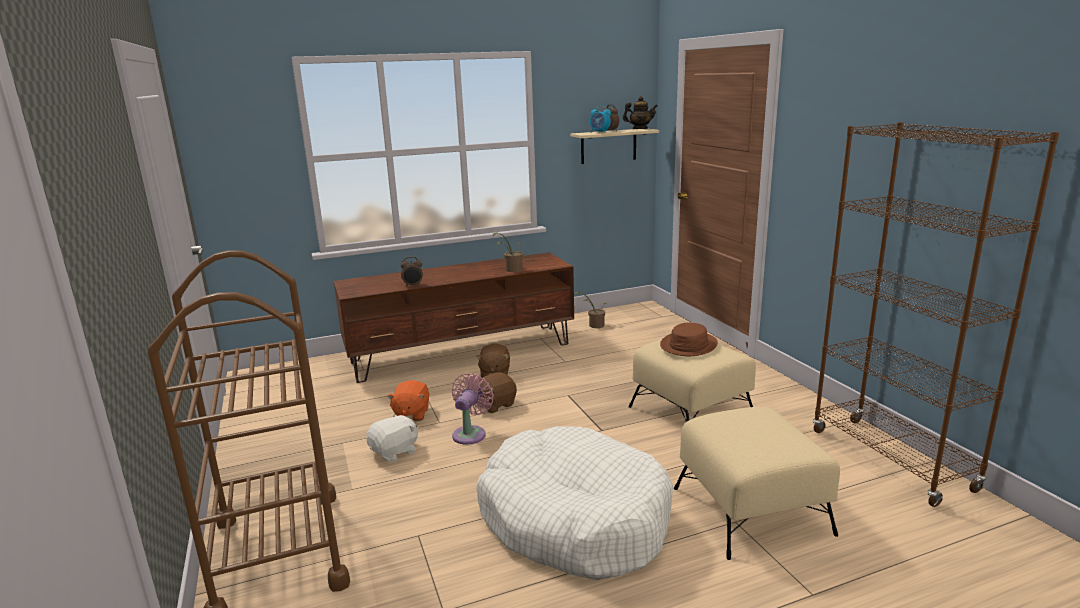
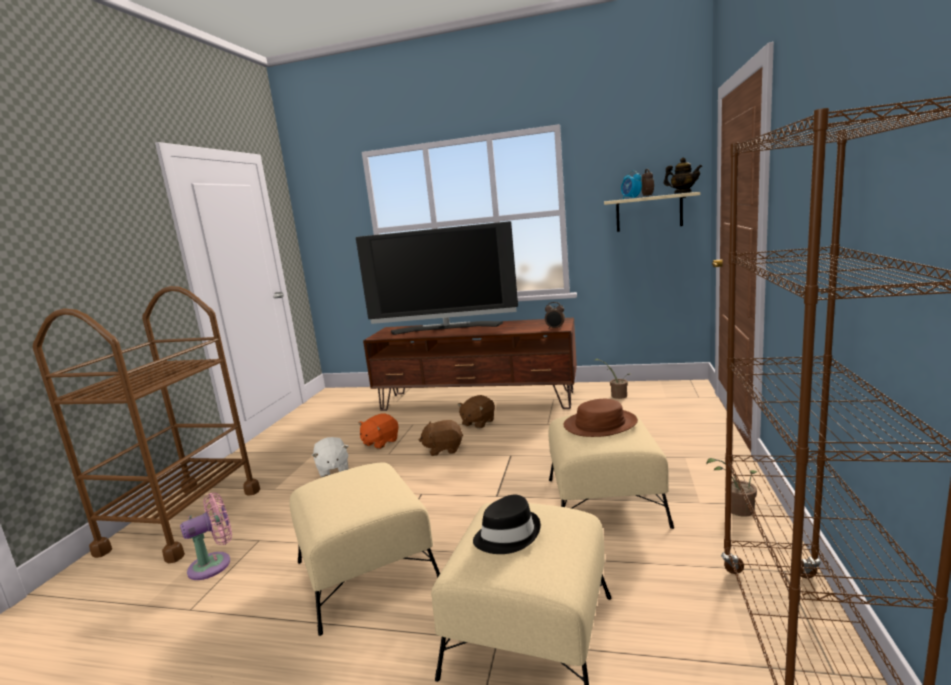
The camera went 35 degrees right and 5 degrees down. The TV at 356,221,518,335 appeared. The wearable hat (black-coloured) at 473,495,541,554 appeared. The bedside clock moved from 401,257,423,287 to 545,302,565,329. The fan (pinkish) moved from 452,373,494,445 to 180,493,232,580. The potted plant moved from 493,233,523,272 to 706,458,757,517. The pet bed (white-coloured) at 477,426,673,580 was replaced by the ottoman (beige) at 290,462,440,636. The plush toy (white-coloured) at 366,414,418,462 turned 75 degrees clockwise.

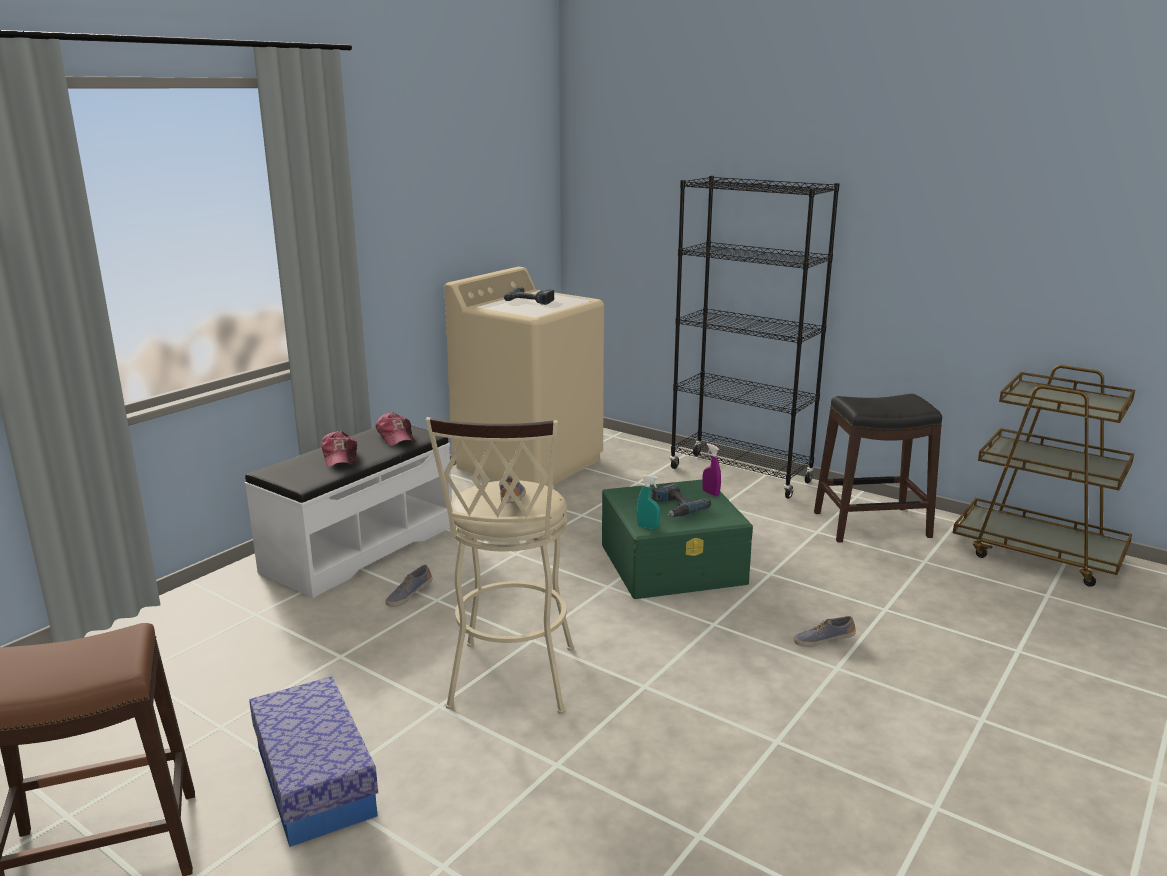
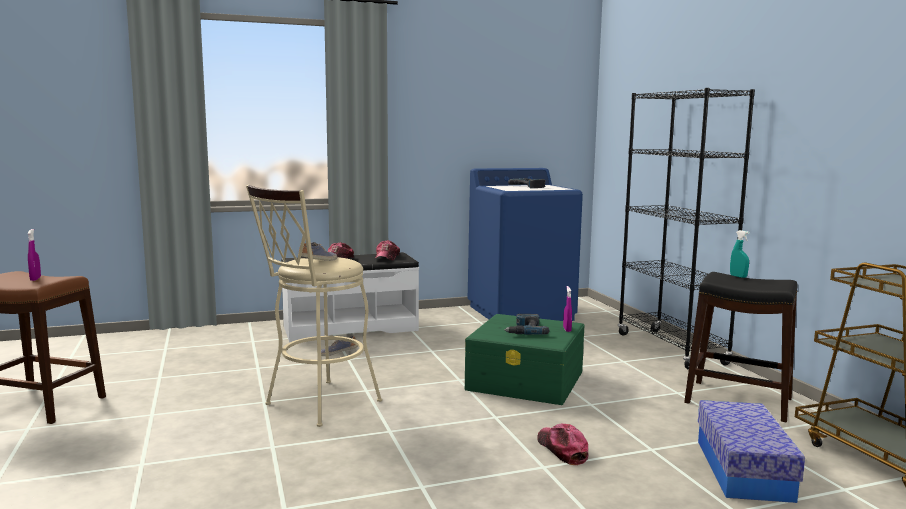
The camera went 35 degrees right and 10 degrees down. The sprayer (purple) at 27,229,41,281 appeared. The storage bin moved from 249,677,378,847 to 698,400,805,503. The sprayer (turquoise) moved from 637,475,660,529 to 730,230,750,278. The shoe at 794,616,856,647 was replaced by the peaked cap at 537,424,588,465. The laundry appliance (beige) at 444,267,604,486 became the laundry appliance (bluish) at 468,168,583,321.

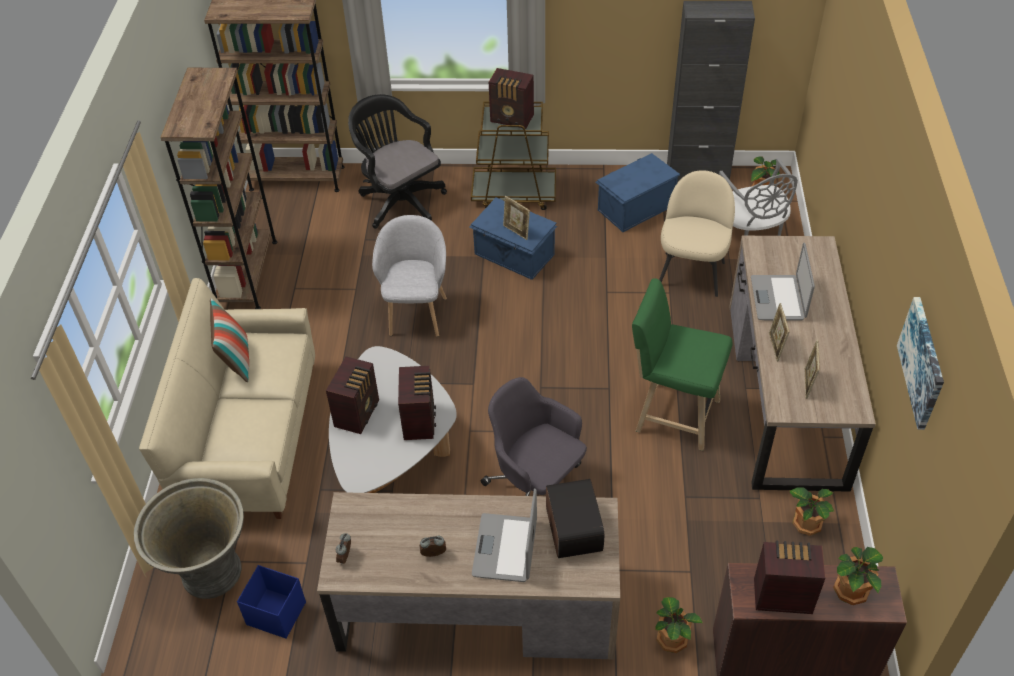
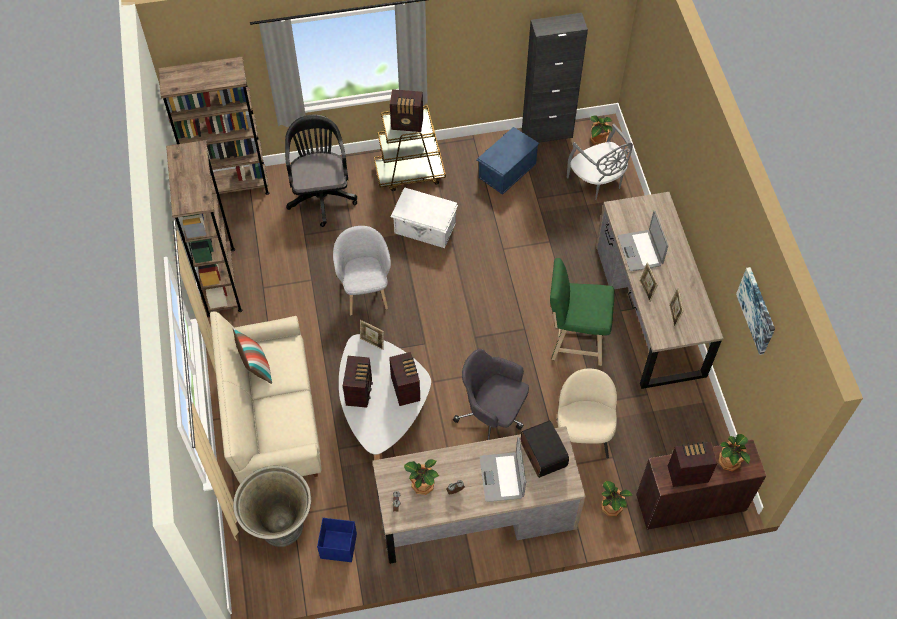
The camera went 15 degrees left and 10 degrees up. The picture frame moved from 503,196,530,240 to 360,320,384,350. The plain chair (beige) moved from 659,170,735,297 to 556,369,617,459. The potted plant moved from 790,487,834,536 to 404,459,439,495. The storage bin (bluish) at 469,197,557,280 became the storage bin (white-coloured) at 391,187,458,248. The desk chair (black-coloured) at 348,94,447,229 turned 45 degrees clockwise.

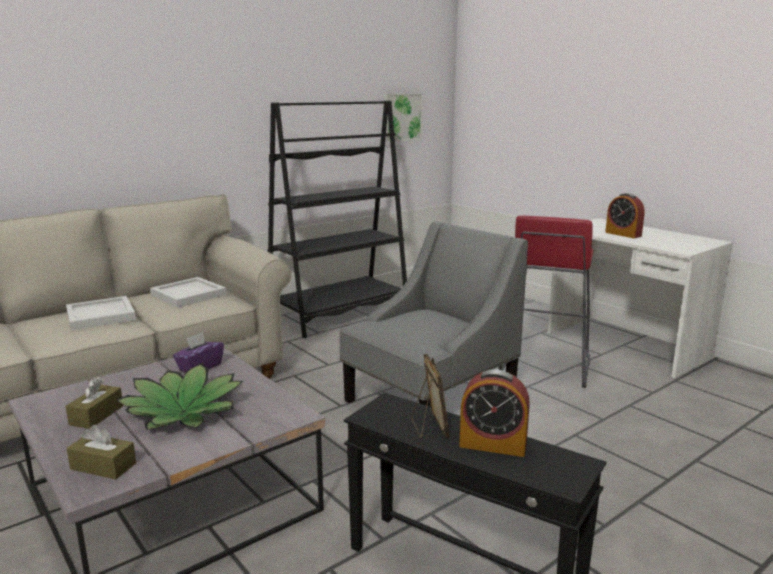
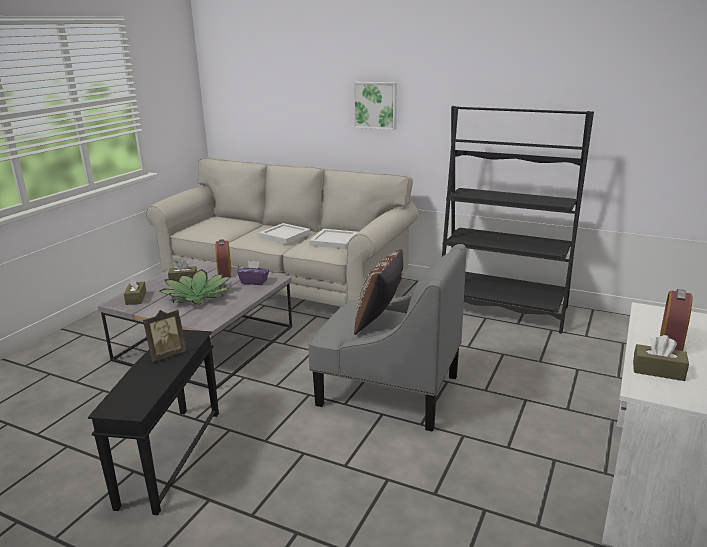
The camera went 65 degrees right and 5 degrees up. The stool seat (red) at 498,215,594,388 disappeared. The throw pillow (brownish) at 354,249,403,335 appeared. The tissue holder (brownish) at 633,335,689,381 appeared. The picture moved from 384,93,423,142 to 353,82,397,130. The bedside clock moved from 459,369,530,457 to 215,239,231,278.

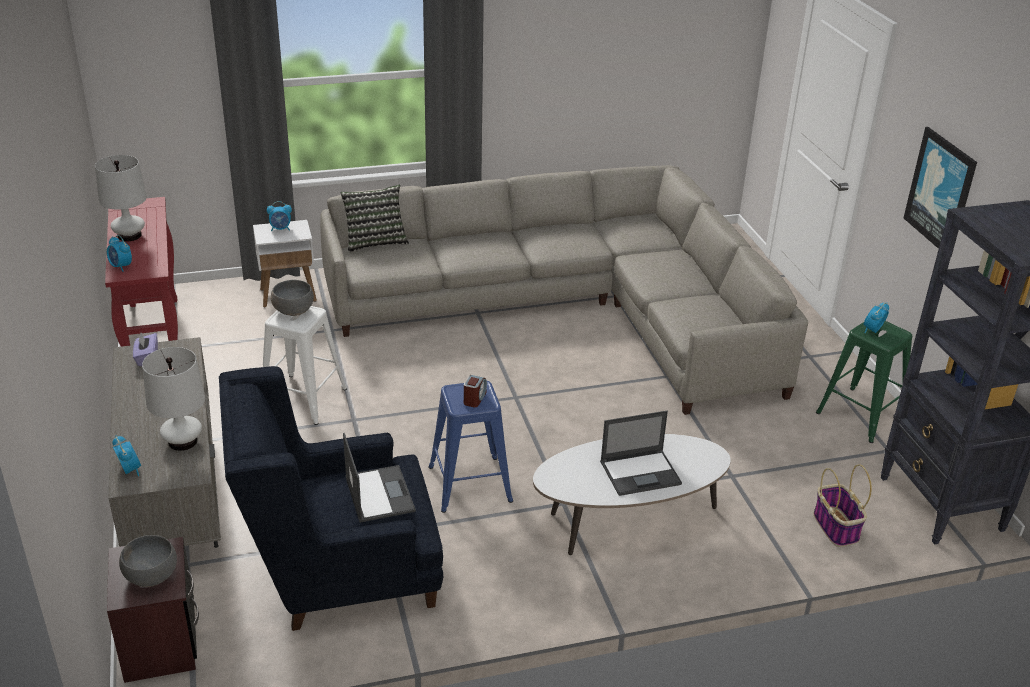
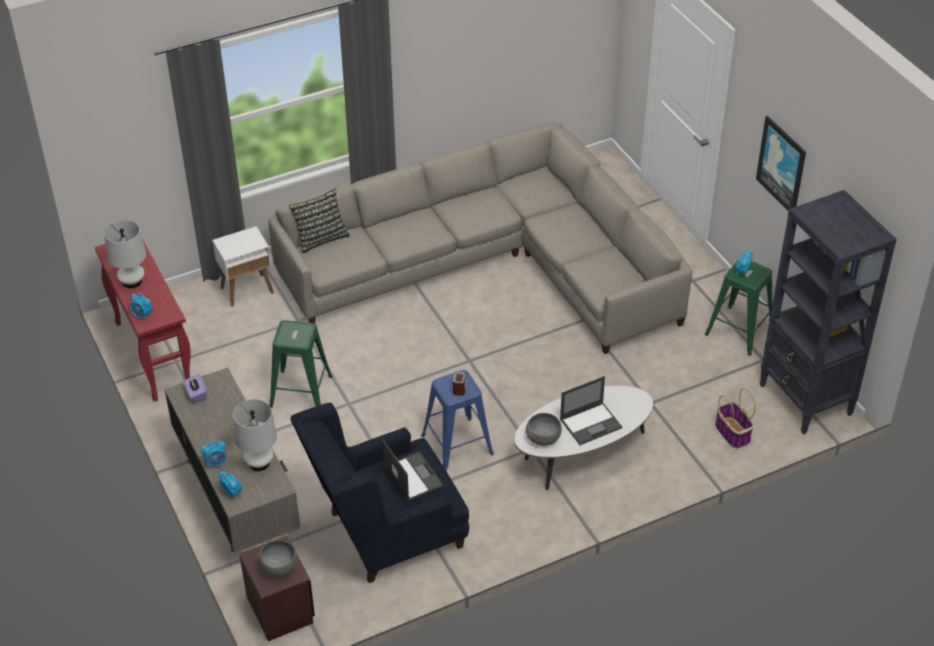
The camera went 10 degrees left and 10 degrees up. The bedside clock moved from 267,201,292,232 to 201,440,226,468. The serving bowl (greyish) moved from 271,280,314,316 to 526,413,562,446. The stool seat (white-coloured) at 263,306,347,425 became the stool seat (green-coloured) at 269,320,333,409.

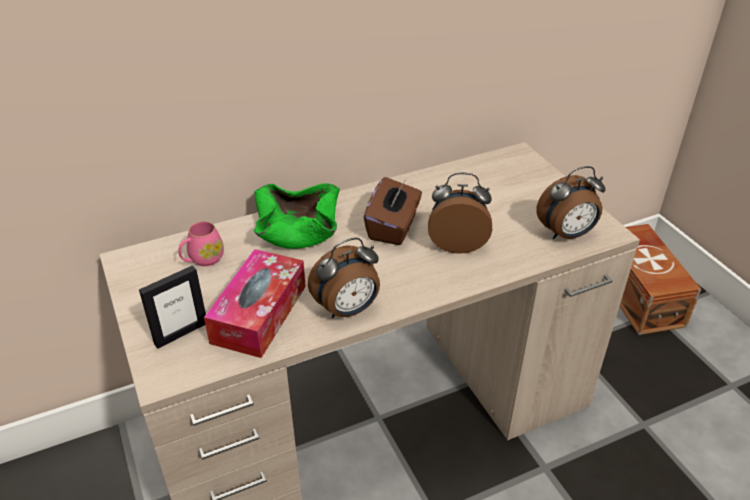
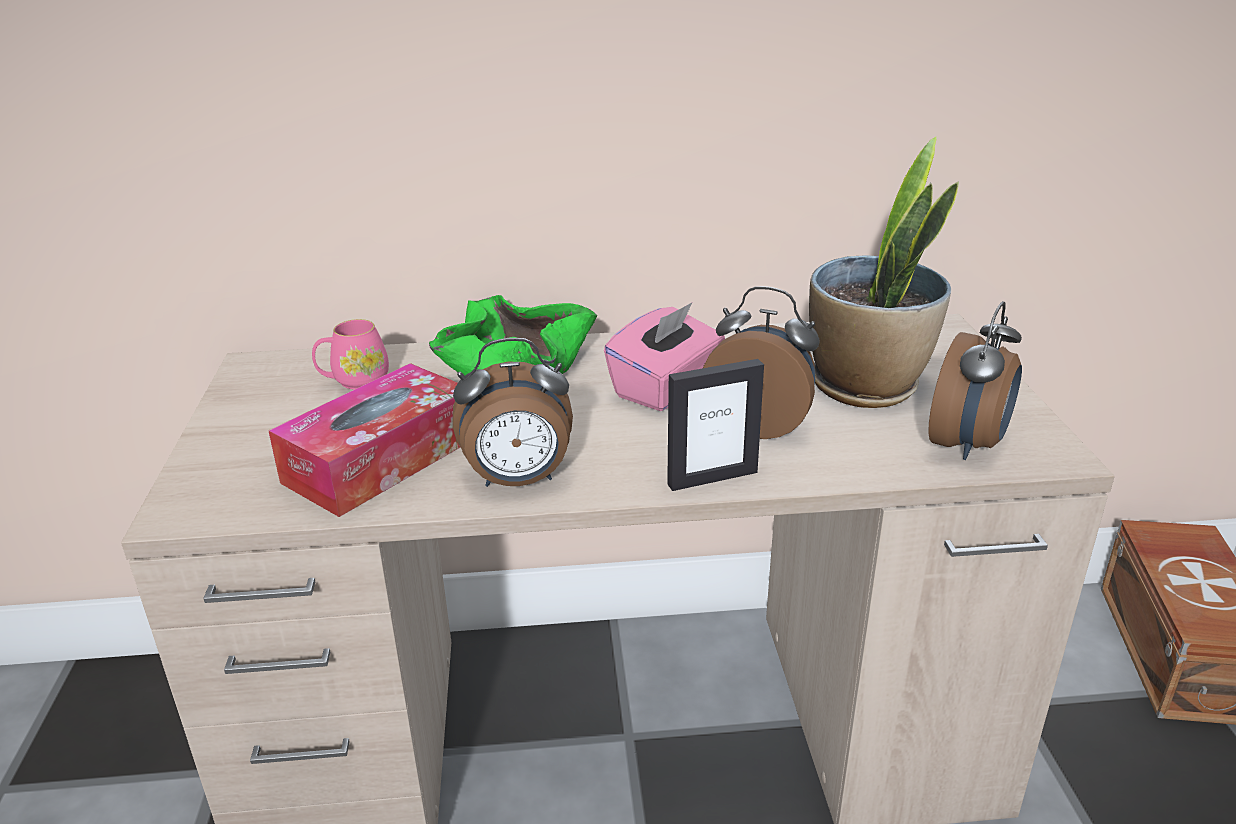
The camera went 20 degrees right and 10 degrees down. The potted plant at 809,137,959,408 appeared. The picture frame moved from 139,265,206,349 to 667,359,764,491. The tissue holder (brownish) at 364,177,422,245 became the tissue holder (pinkish) at 604,302,725,411. The bedside clock at 536,166,606,239 turned 60 degrees counterclockwise.

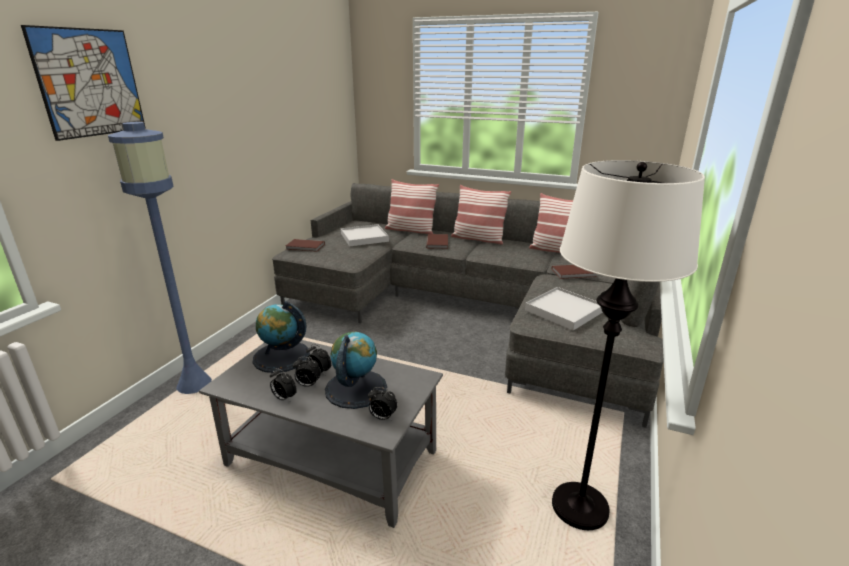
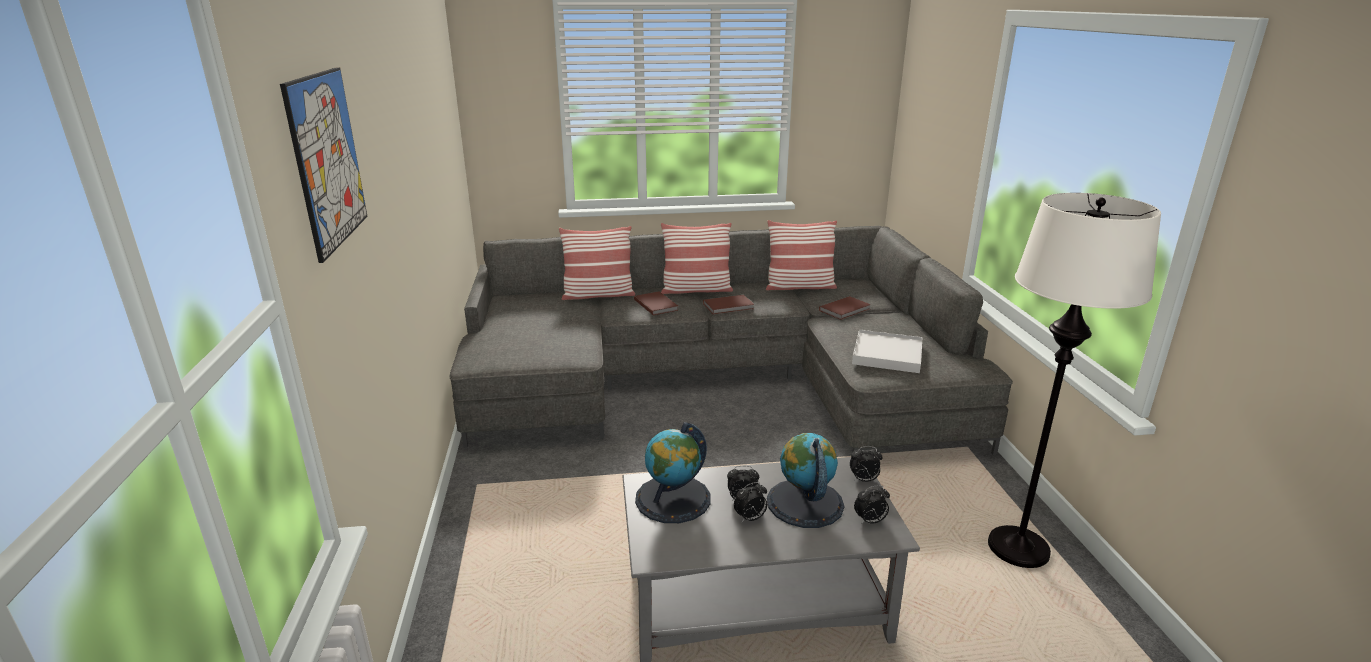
The camera went 30 degrees left and 0 degrees up. The floor lamp (bluish) at 108,122,212,394 disappeared. The serving tray (white-coloured) at 341,224,389,246 disappeared. The bedside clock moved from 270,368,297,402 to 850,446,883,482. The book (brownish) moved from 286,239,325,252 to 703,295,754,314.

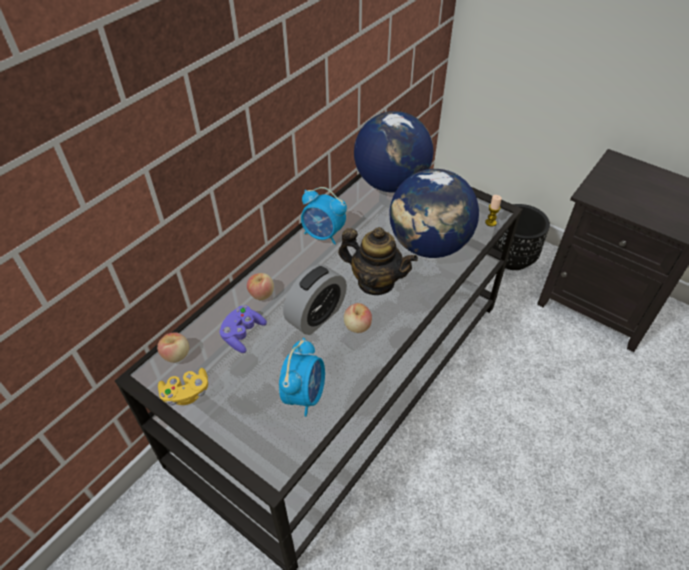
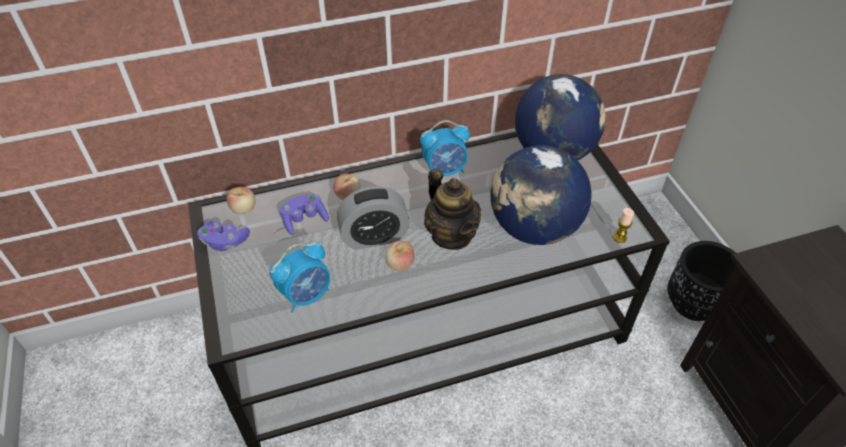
The camera went 35 degrees right and 0 degrees up. The gamepad (yellowish) at 158,368,208,406 became the gamepad (purple) at 197,221,250,251. The bedside clock at 301,187,347,244 turned 75 degrees counterclockwise.

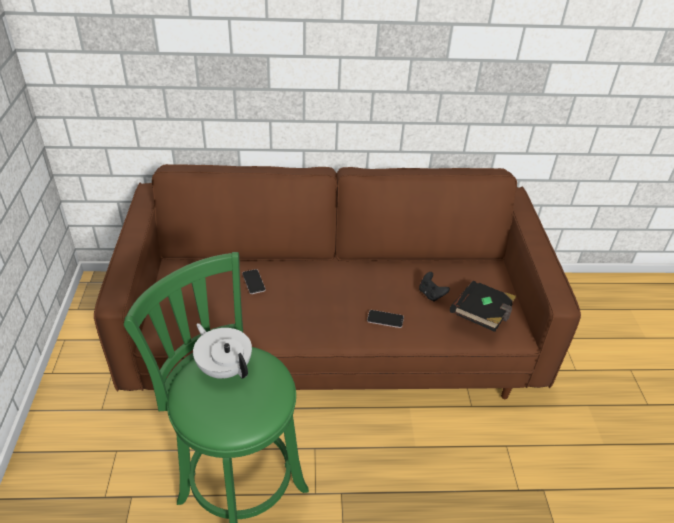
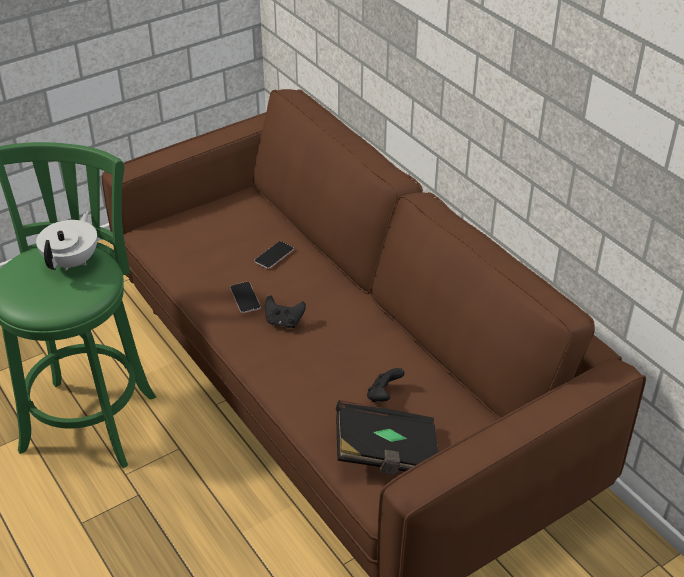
The camera went 60 degrees right and 0 degrees up. The gamepad (black-coloured) at 265,296,306,328 appeared. The handset moved from 367,310,404,328 to 230,282,261,313.

